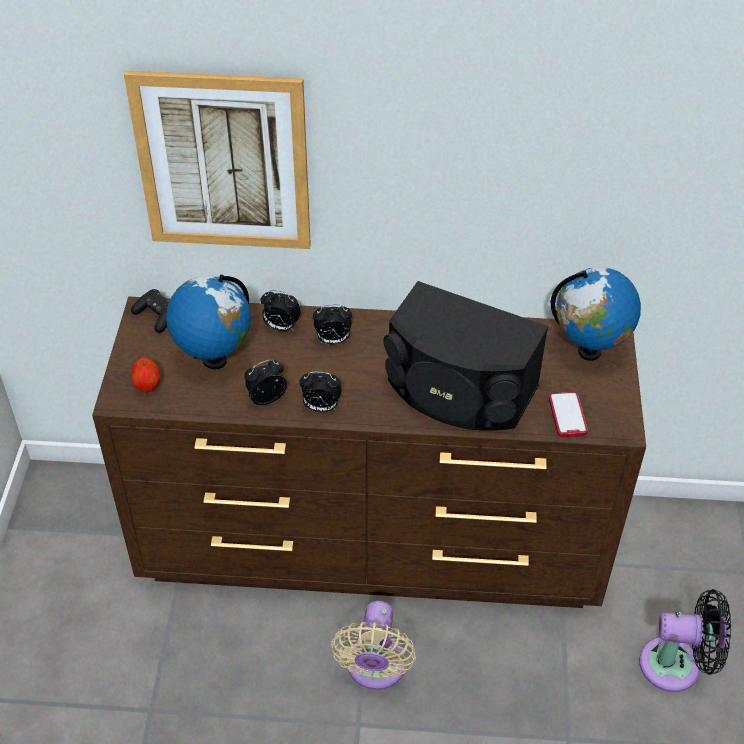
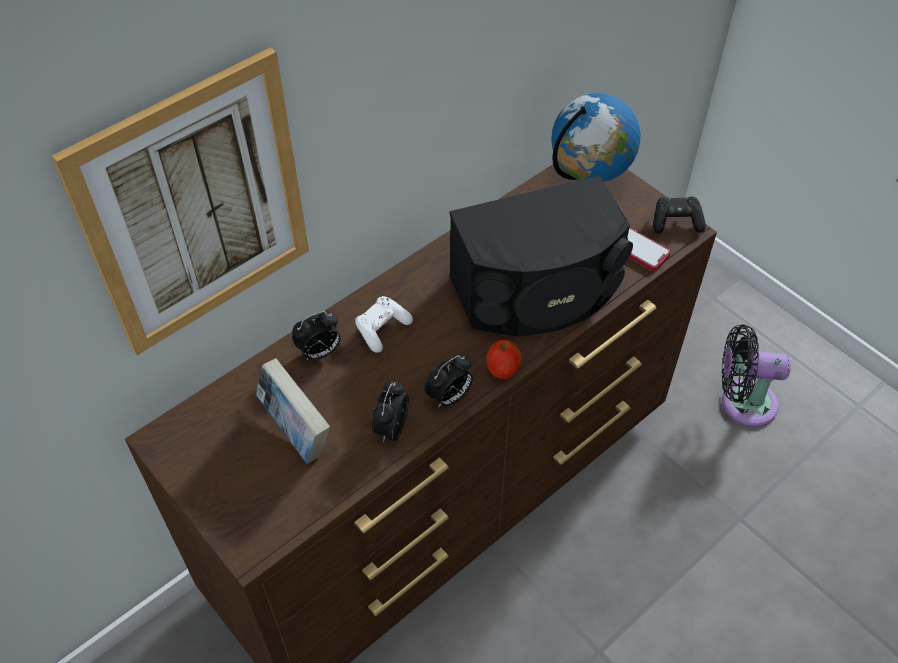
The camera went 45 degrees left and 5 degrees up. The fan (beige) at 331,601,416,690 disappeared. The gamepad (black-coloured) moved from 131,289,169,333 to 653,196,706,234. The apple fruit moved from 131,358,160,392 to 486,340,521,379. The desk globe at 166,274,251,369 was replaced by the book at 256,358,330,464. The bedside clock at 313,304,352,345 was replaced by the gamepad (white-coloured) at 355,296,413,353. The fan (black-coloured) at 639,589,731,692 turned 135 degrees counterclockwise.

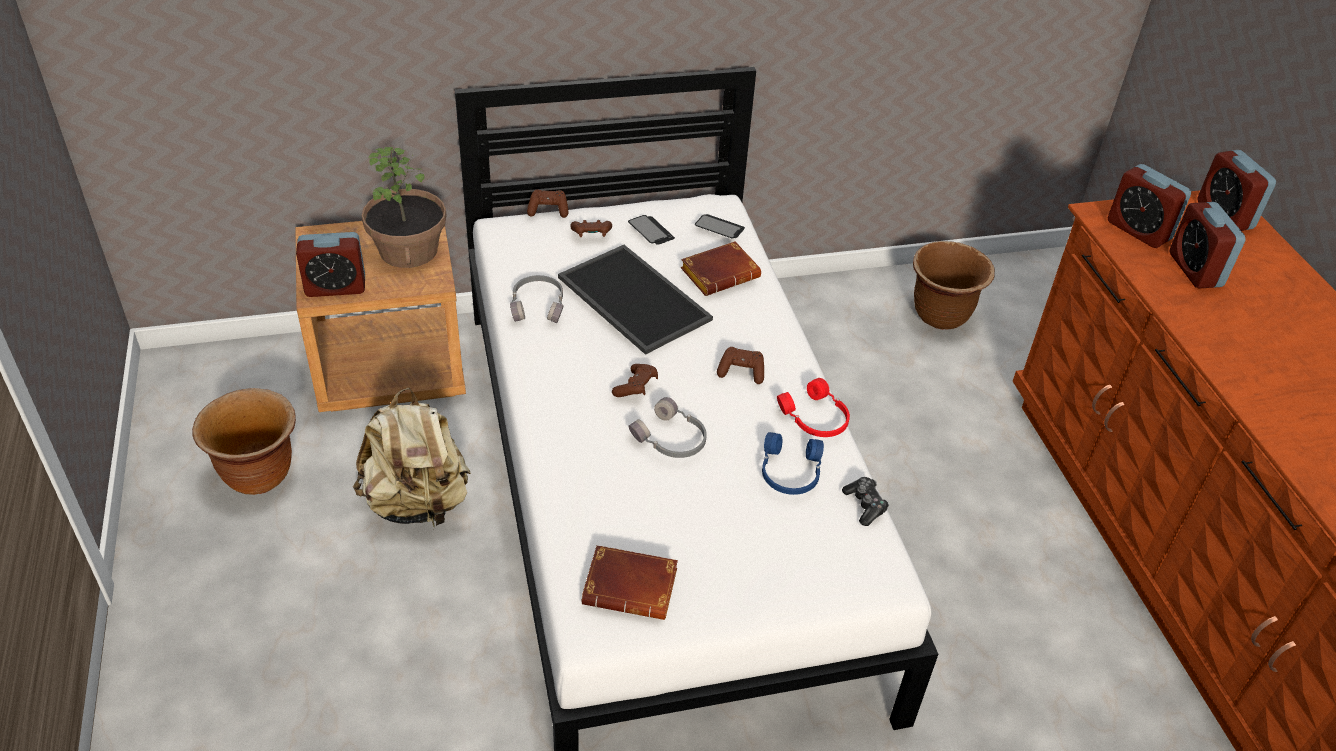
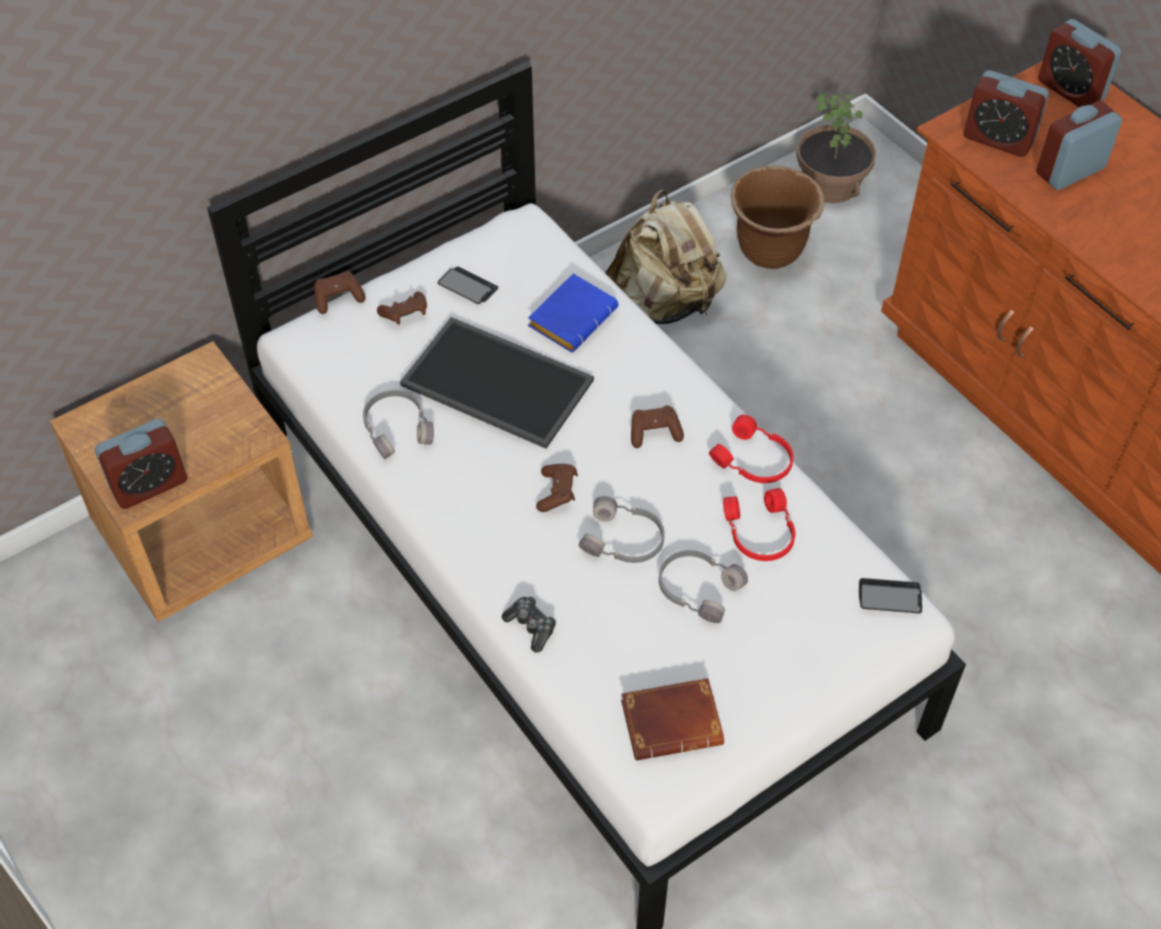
The camera went 20 degrees left and 10 degrees up. The planter (brownish) at 192,388,296,495 disappeared. The pair of headphones (greyish) at 659,550,748,623 appeared. The backpack (beige) moved from 353,388,471,528 to 605,189,726,324. The potted plant moved from 362,147,447,268 to 796,93,876,203. The handset moved from 695,214,745,239 to 859,578,922,613. The gamepad moved from 842,477,889,526 to 502,596,556,652. The book (brownish) at 680,241,761,296 became the book (bluish) at 528,274,618,352. The pair of headphones (bluish) at 762,432,824,495 became the pair of headphones (red) at 723,488,795,561. The bedside clock at 1170,202,1246,289 turned 90 degrees clockwise.

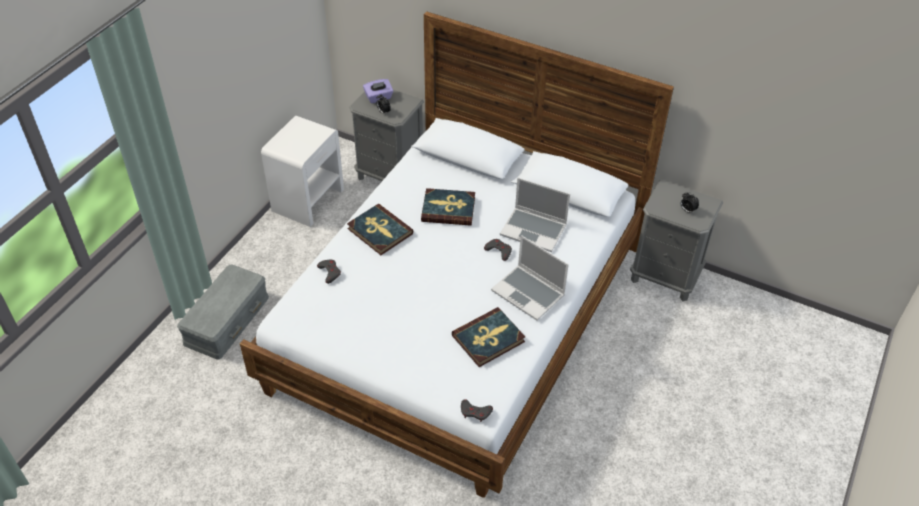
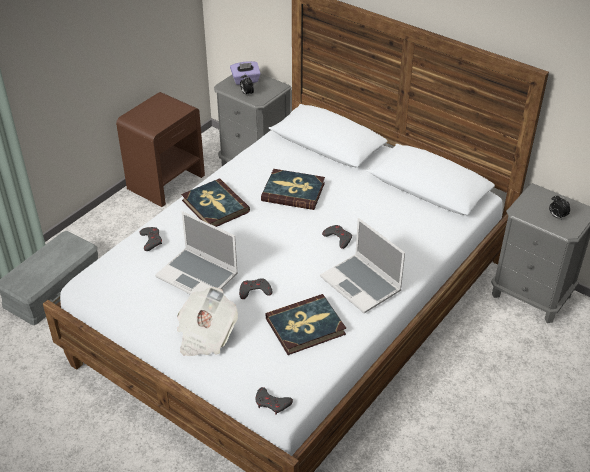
The camera went 10 degrees right and 5 degrees down. The daily paper at 177,287,238,356 appeared. The gamepad (greyish) at 239,278,272,299 appeared. The laptop moved from 500,178,570,252 to 155,211,238,294. The bedside table (white-coloured) at 261,116,344,227 became the bedside table (brownish) at 116,92,205,207.

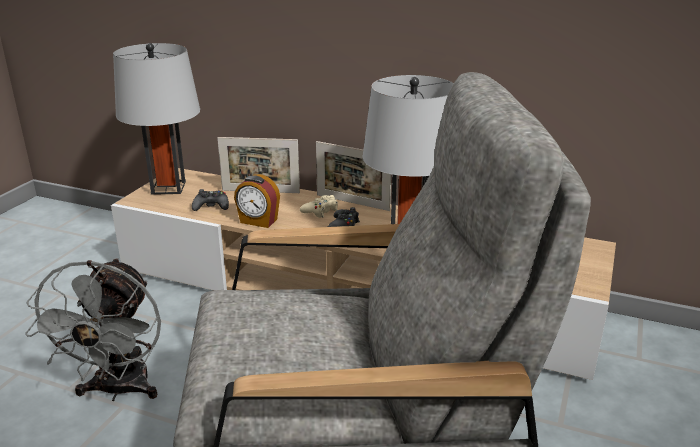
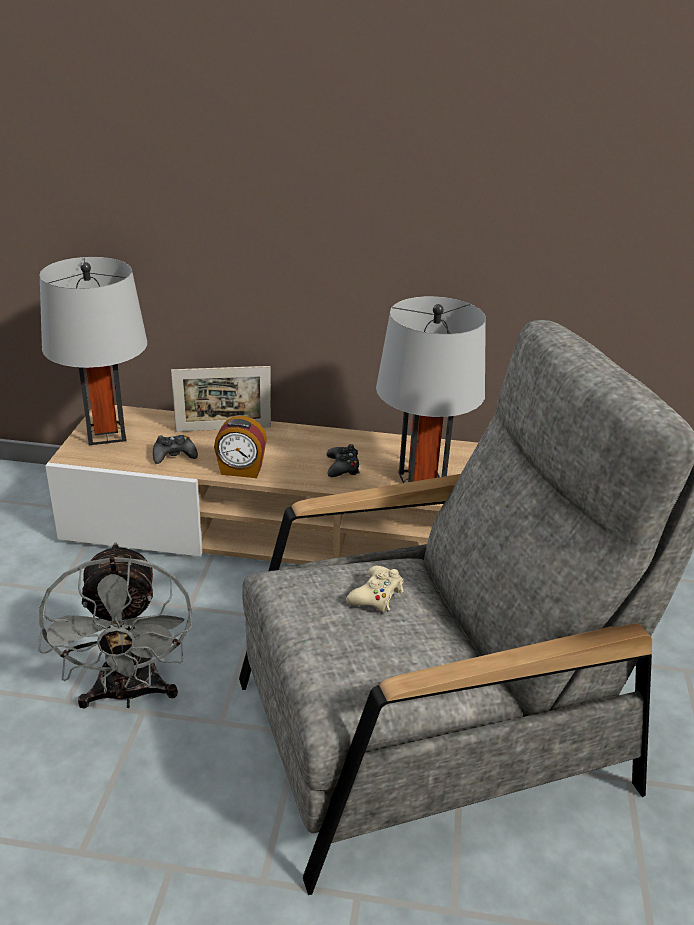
The camera went 15 degrees left and 5 degrees up. The picture frame at 316,141,391,211 disappeared. The gamepad (beige) moved from 300,195,338,218 to 346,566,404,612.

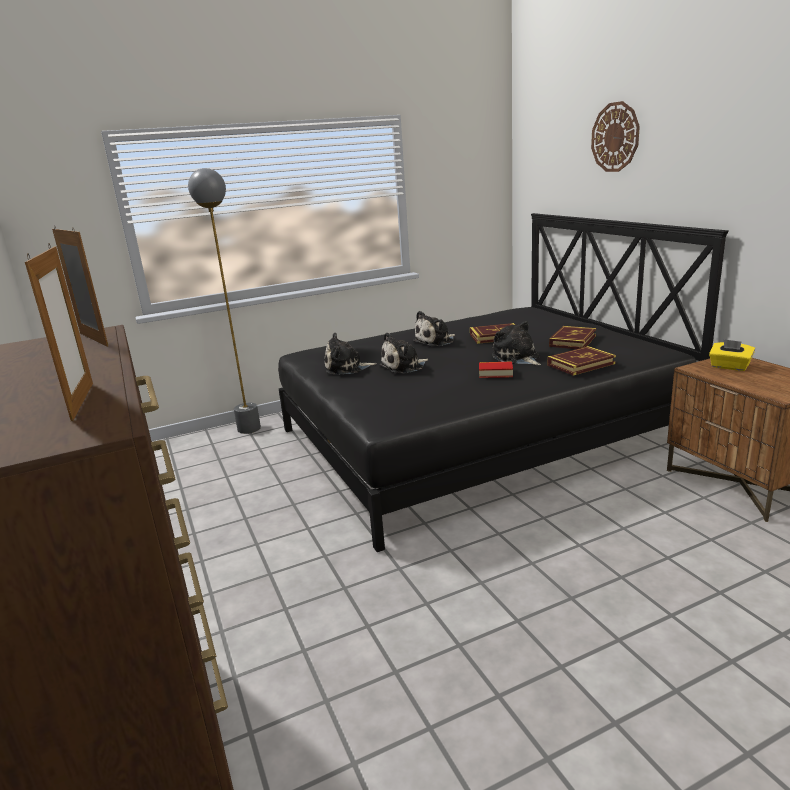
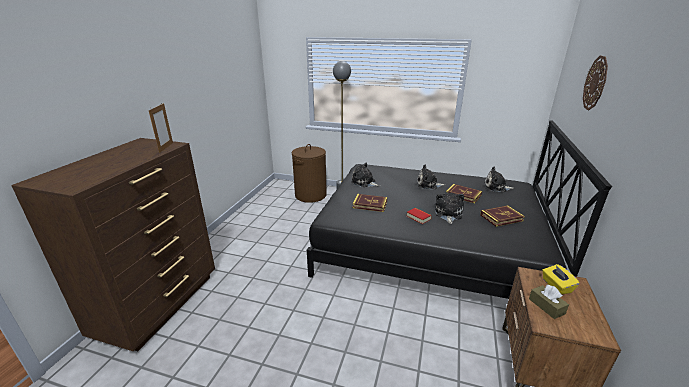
The camera went 40 degrees right and 5 degrees up. The picture frame at 25,243,93,421 disappeared. The washing basket (brownish) at 292,144,327,203 appeared. The tissue holder (brownish) at 529,284,569,319 appeared. The plush toy moved from 379,332,428,374 to 484,167,514,192. The book moved from 547,346,616,376 to 353,194,387,212.

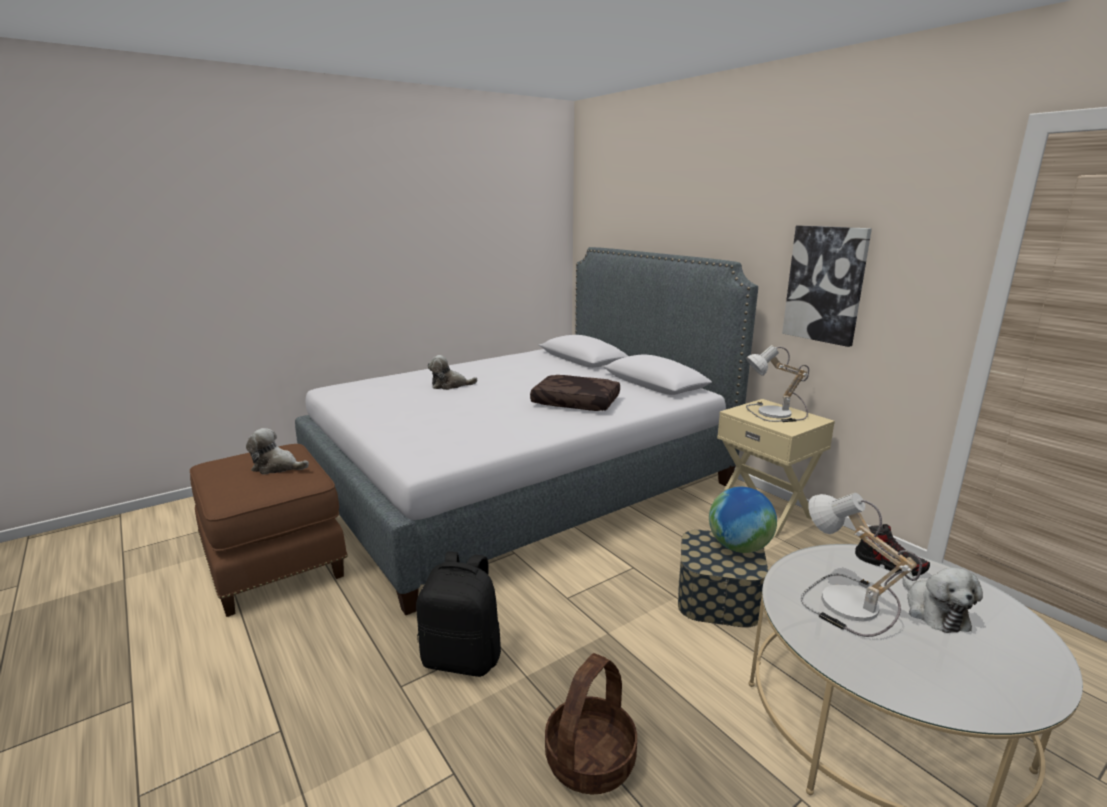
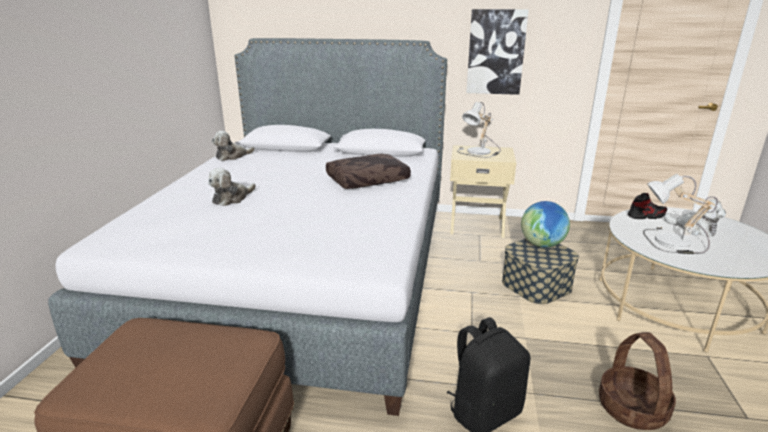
The camera went 45 degrees left and 5 degrees up. The plush toy moved from 246,428,309,475 to 212,131,255,161.

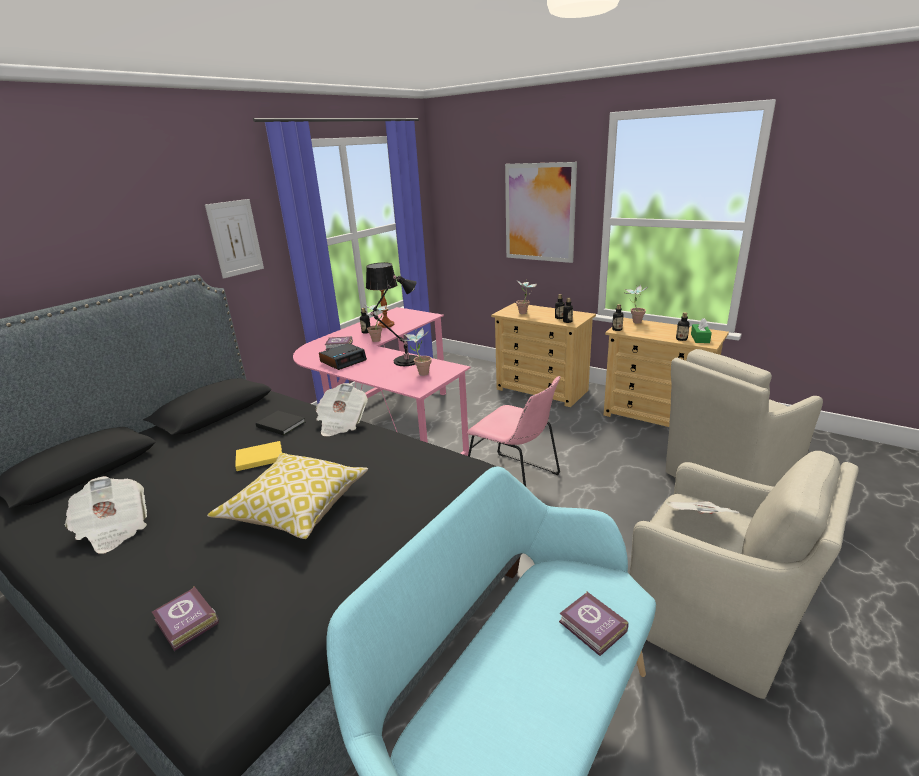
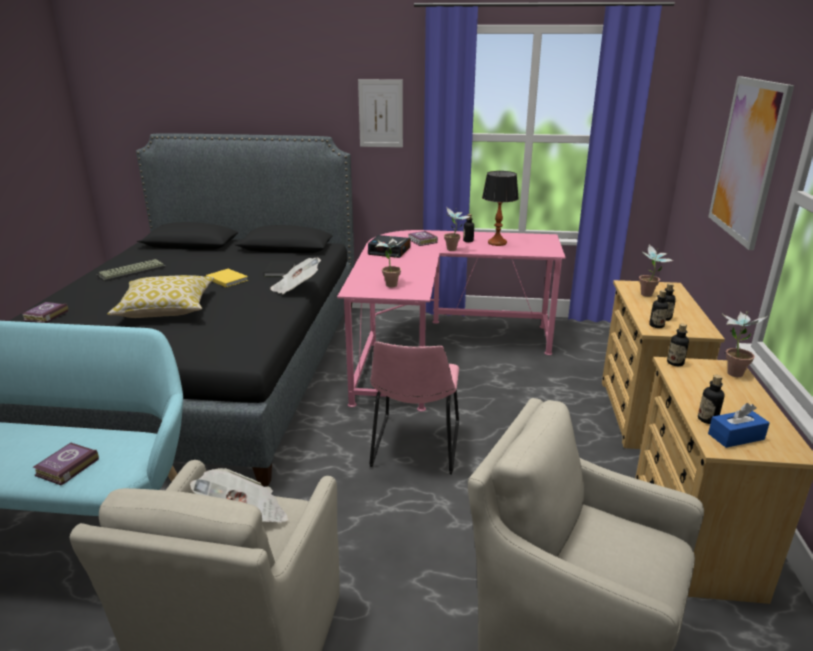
The camera went 60 degrees right and 0 degrees up. The table lamp (black-coloured) at 370,276,418,366 disappeared. The daily paper at 65,476,147,554 was replaced by the PC keyboard at 97,259,166,282. The tissue holder (green-coloured) at 691,318,712,343 became the tissue holder (bluish) at 708,403,770,448.

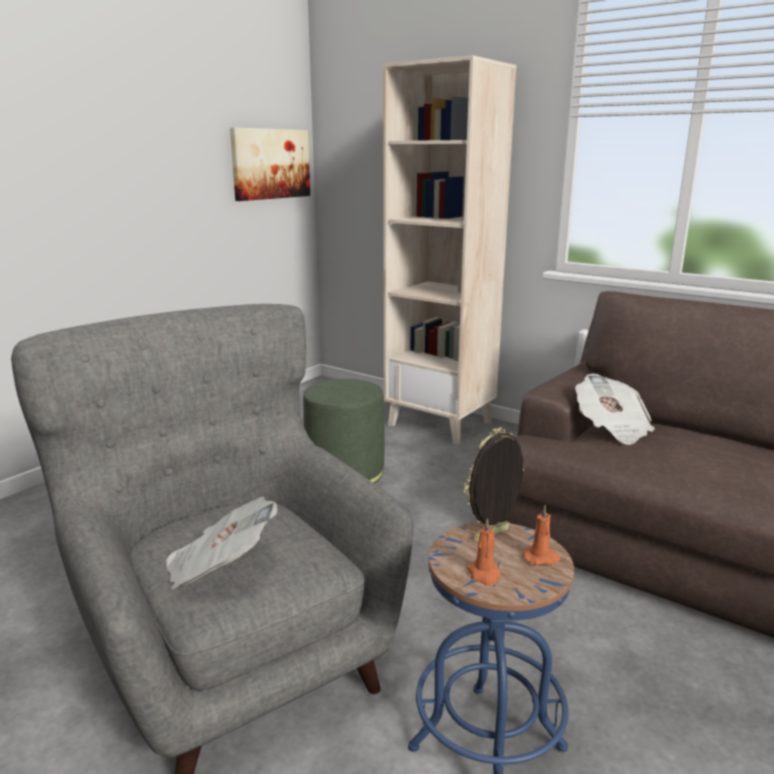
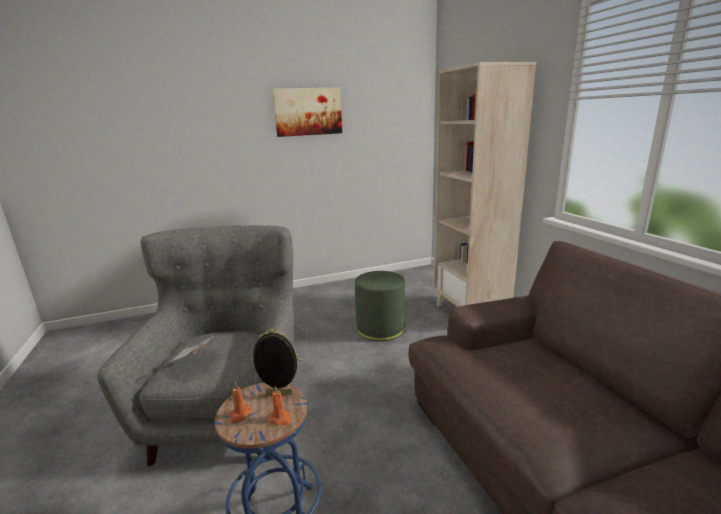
The camera went 35 degrees right and 0 degrees up. The daily paper at 575,374,655,445 disappeared. The picture moved from 230,127,310,201 to 272,87,342,137.

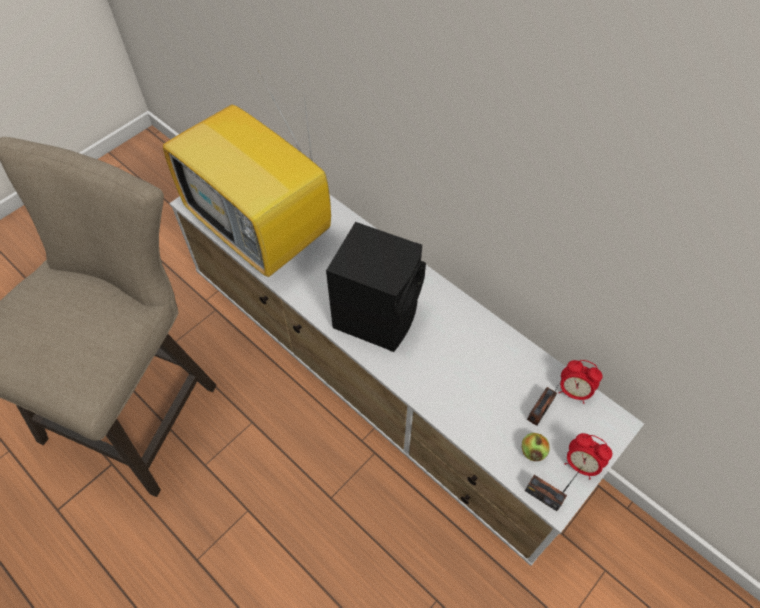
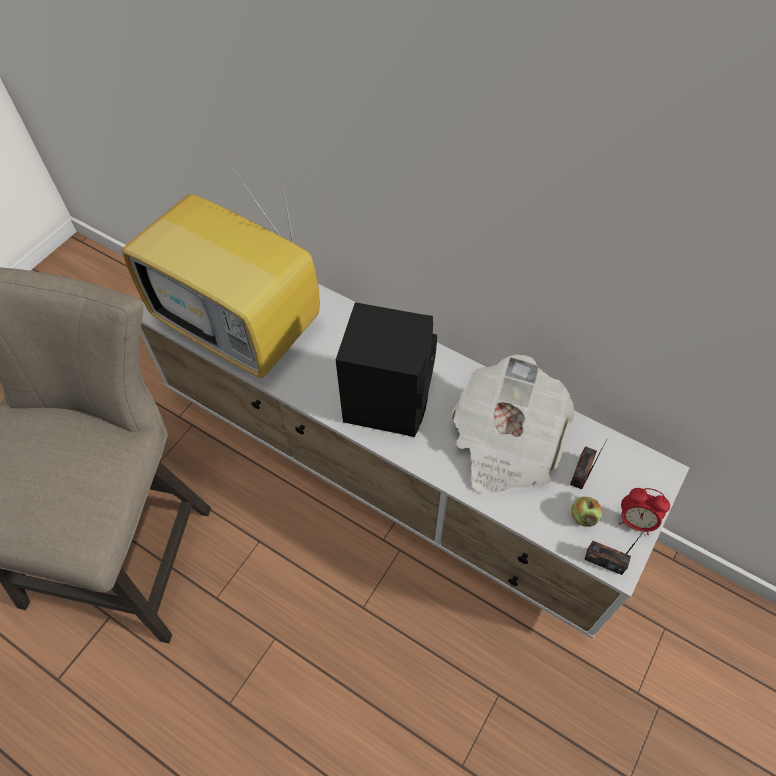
The camera went 10 degrees left and 0 degrees up. The bedside clock at 559,360,603,404 disappeared. The daily paper at 452,355,575,494 appeared.

